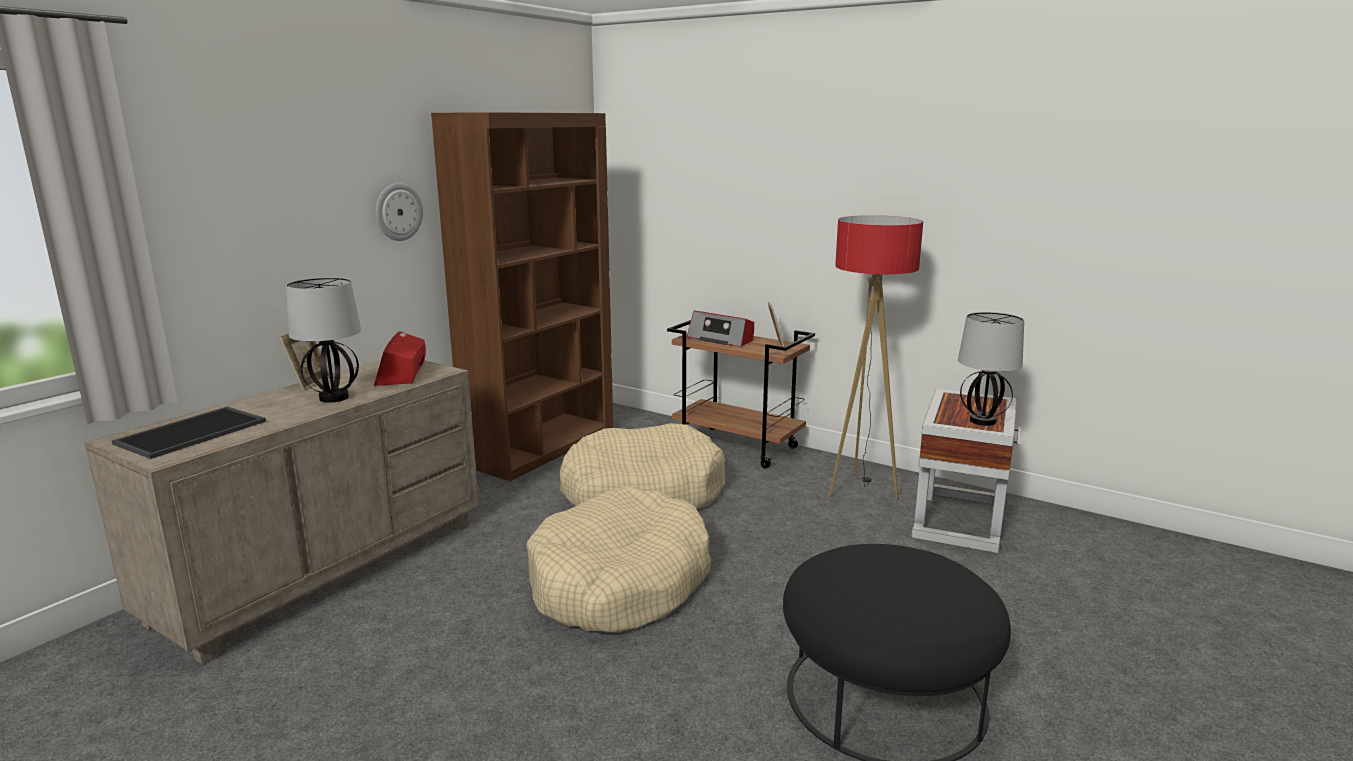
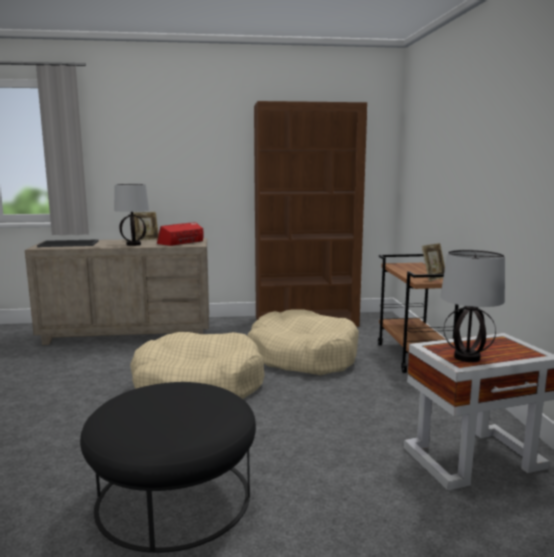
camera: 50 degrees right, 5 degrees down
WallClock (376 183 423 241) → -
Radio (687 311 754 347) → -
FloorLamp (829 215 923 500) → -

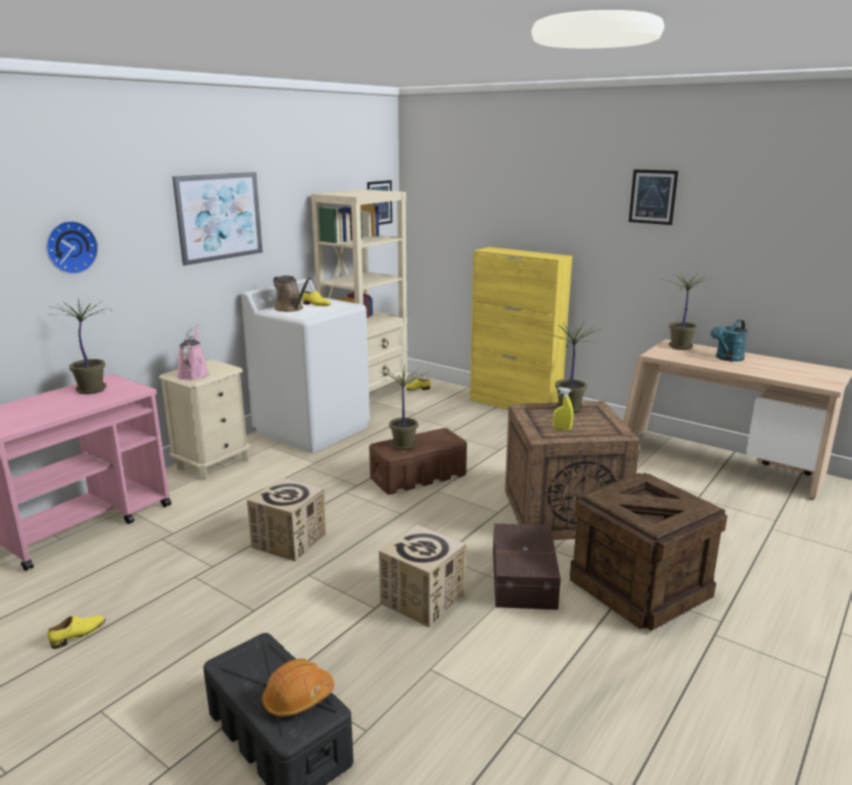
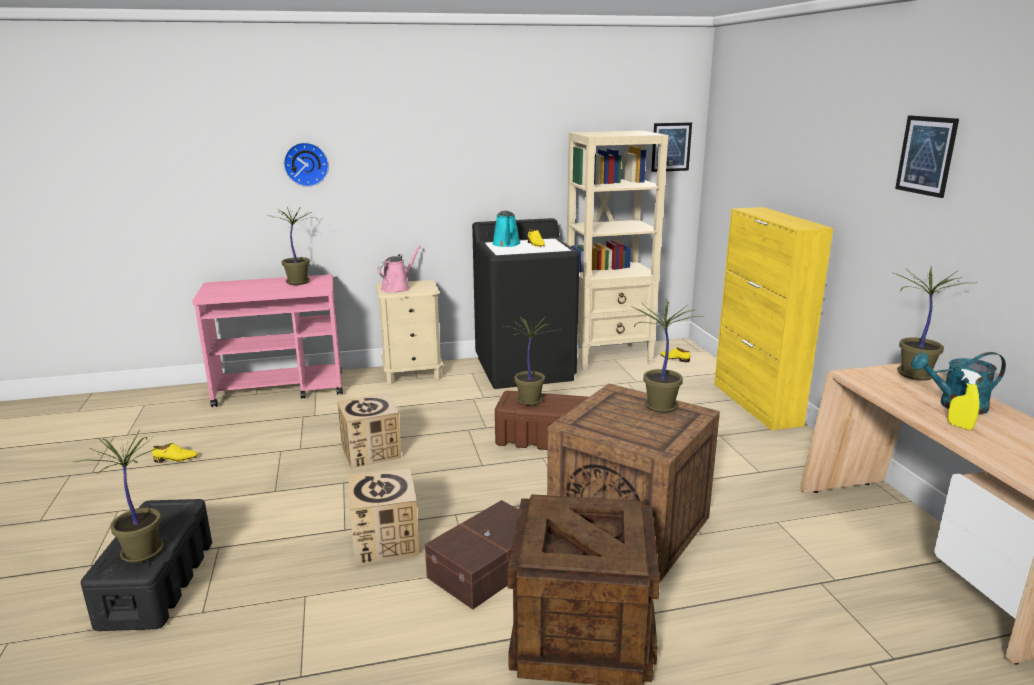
camera: 40 degrees right, 0 degrees up
OrangeHardHat (262 659 334 717) → PottedPlant (76 429 173 563)
WhiteWashingMachine (241 279 370 453) → BlackWashingMachine (472 218 580 389)
BrownWateringCan (273 275 311 312) → TurquoiseWateringCan (492 211 521 247)
YellowSprayBottle (553 388 573 430) → YellowSprayBottle (948 369 981 430), shifted
Picture (172 172 263 266) → -

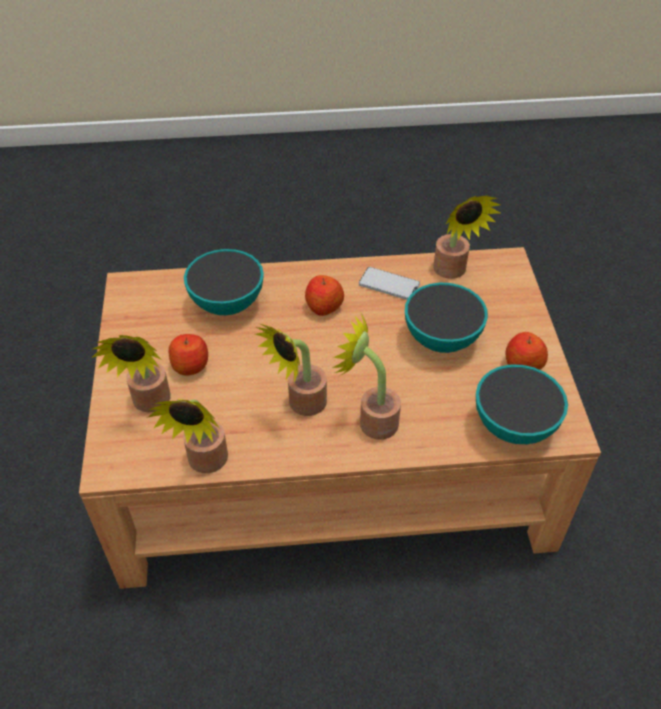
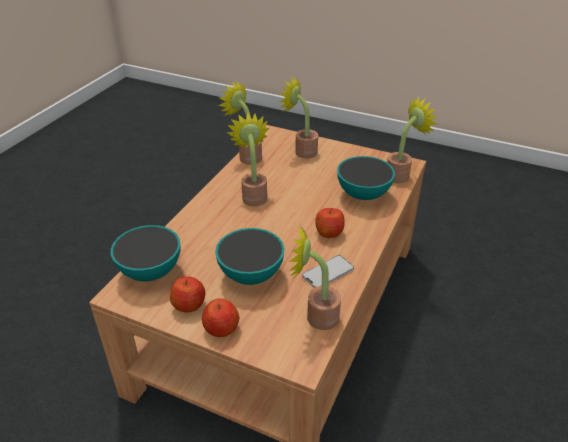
camera: 120 degrees right, 10 degrees down
Apple (169 334 208 375) → Apple (202 298 239 337), shifted
PottedPlant (332 313 401 440) → PottedPlant (387 97 437 183), shifted

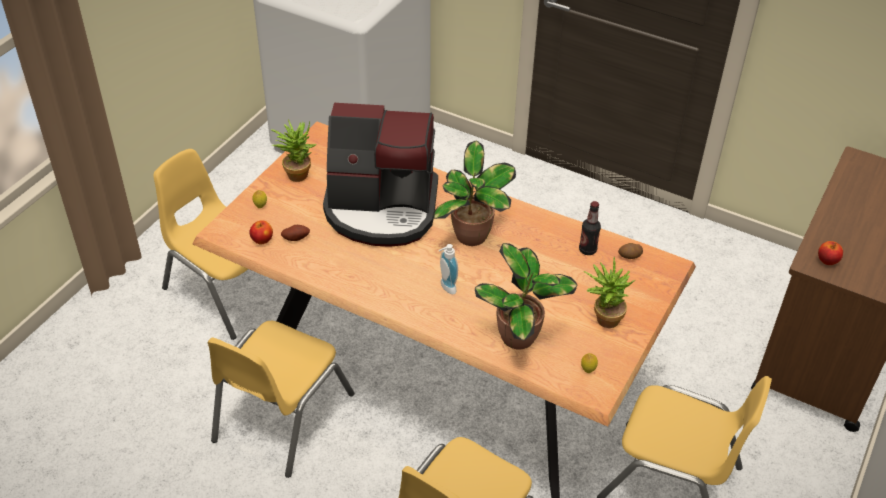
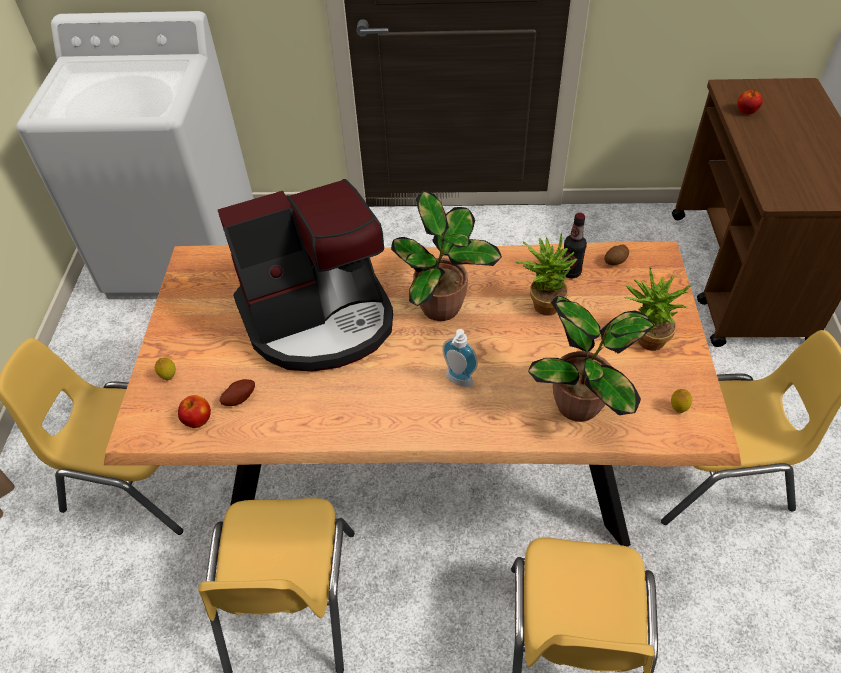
camera: 25 degrees left, 5 degrees up
PottedPlant (271 119 316 182) → PottedPlant (516 232 577 316), shifted
Apple (818 241 843 265) → Apple (738 90 763 115), shifted

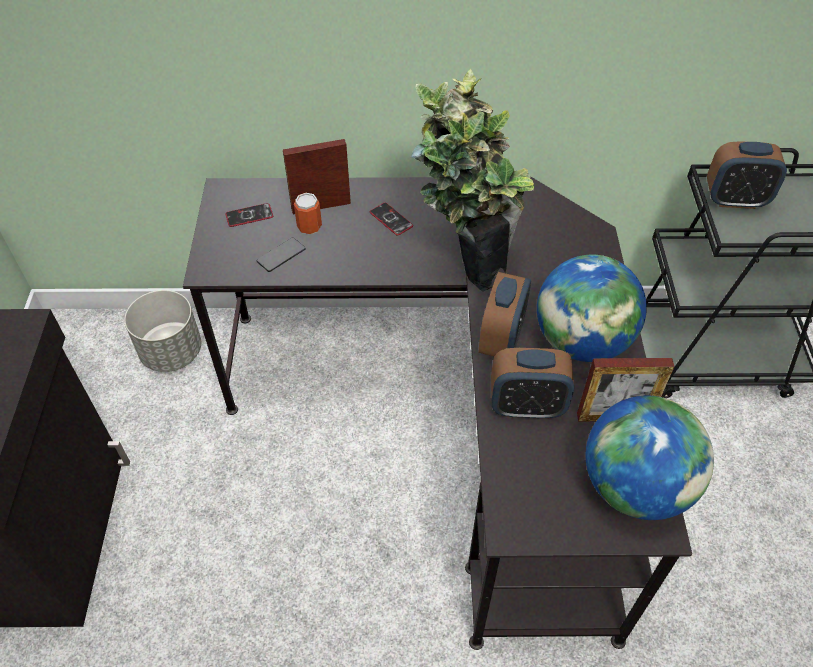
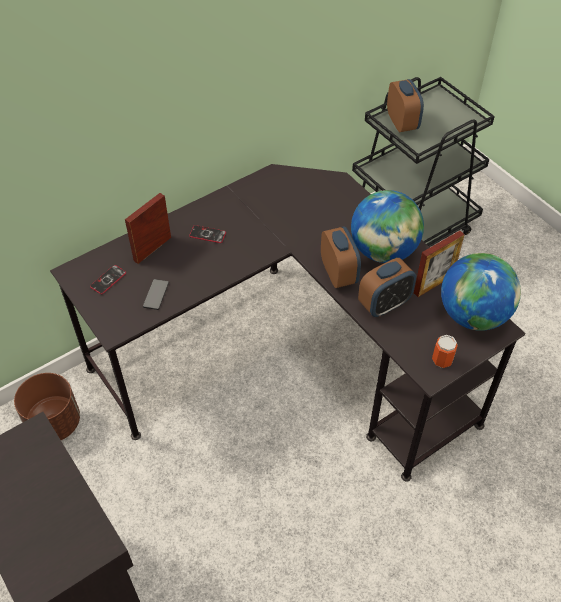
camera: 35 degrees left, 0 degrees up
GreyPlanter (124 290 201 372) → BrownPlanter (14 373 80 440)
AlarmClock (707 141 787 209) → AlarmClock (387 79 424 132), 75 degrees counterclockwise
Can (294 193 322 235) → Can (432 335 458 368), shifted
PottedPlant (411 69 534 291) → -

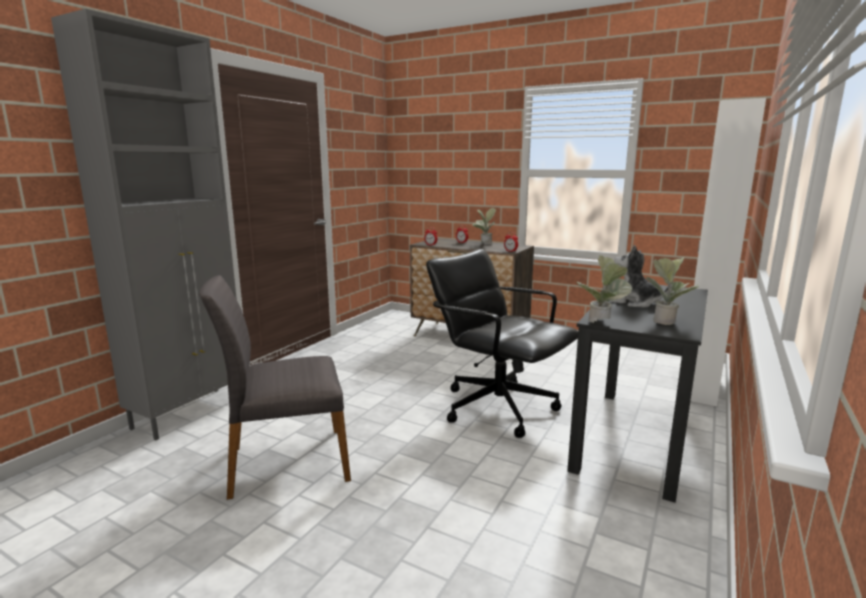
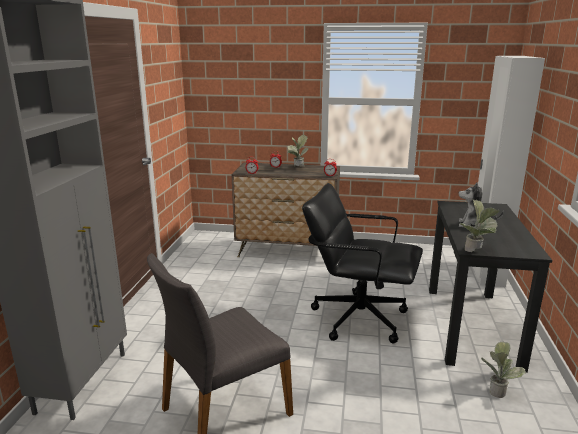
camera: 20 degrees left, 5 degrees up
PottedPlant (646 257 699 325) → PottedPlant (481 342 526 398), shifted

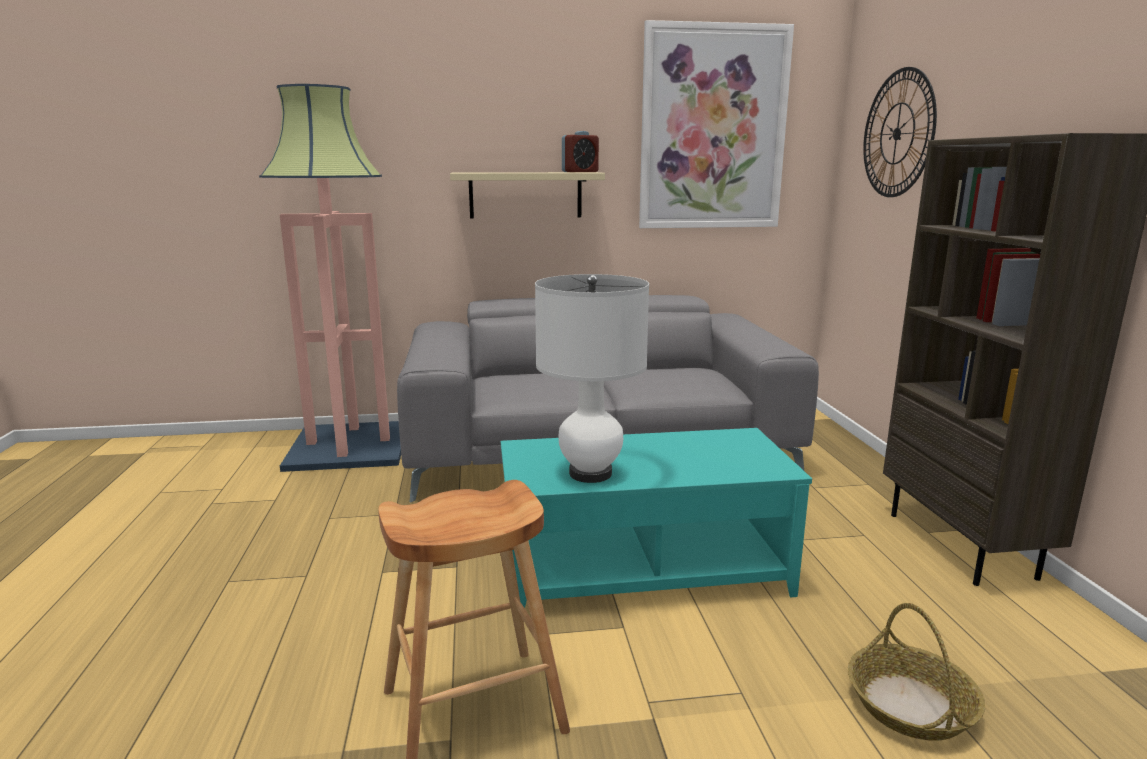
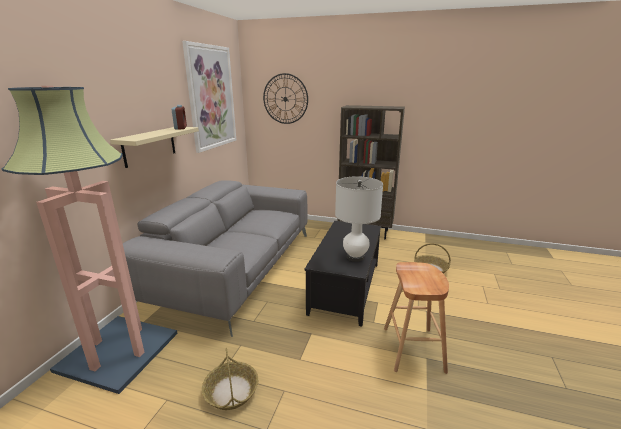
camera: 65 degrees left, 5 degrees up
- → Basket (202 348 258 410)
TurquoiseCoffeeTable (501 428 812 608) → BlackCoffeeTable (305 221 381 327)

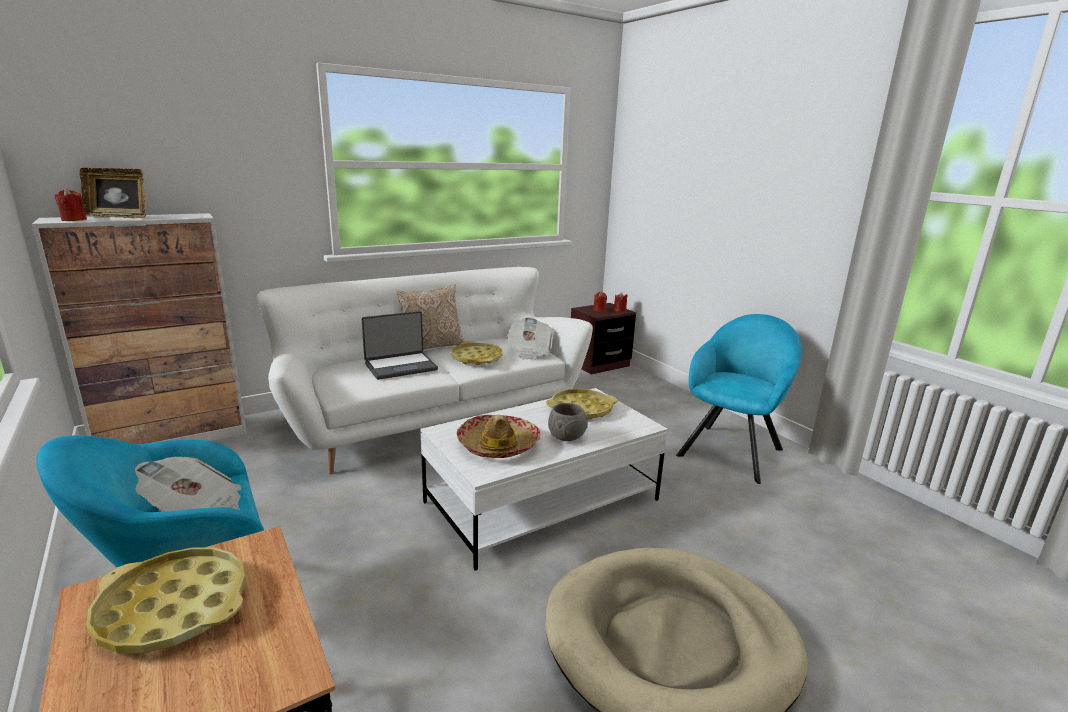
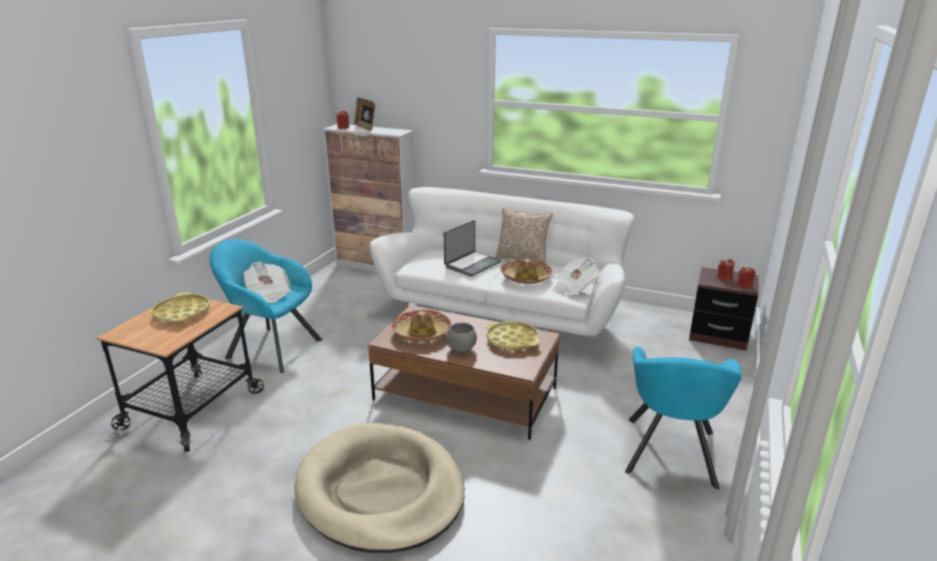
camera: 55 degrees right, 5 degrees up
WhiteCoffeeTable (420 388 668 571) → BrownCoffeeTable (368 305 560 440)
Laptop (362 311 438 380) → Laptop (444 220 501 277), 75 degrees counterclockwise
YellowTray (451 341 503 365) → Hat (501 259 552 284)
TurquoiseArmchair (676 314 802 484) → TurquoiseArmchair (625 347 741 489), 105 degrees clockwise

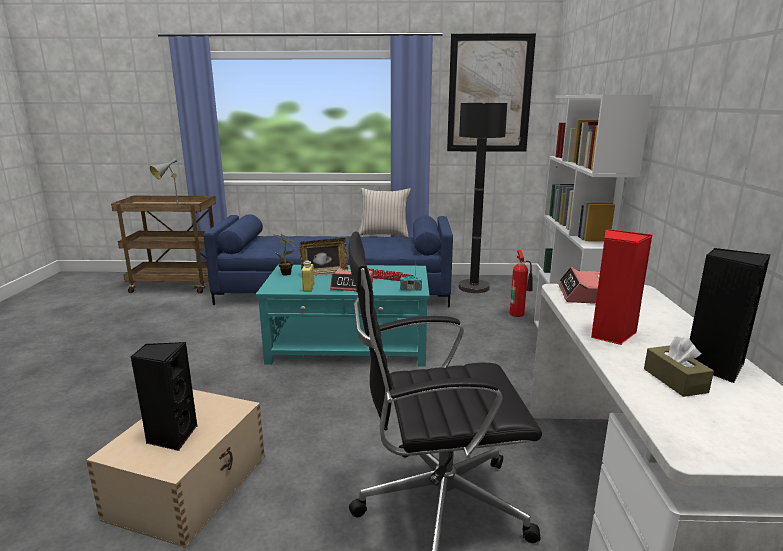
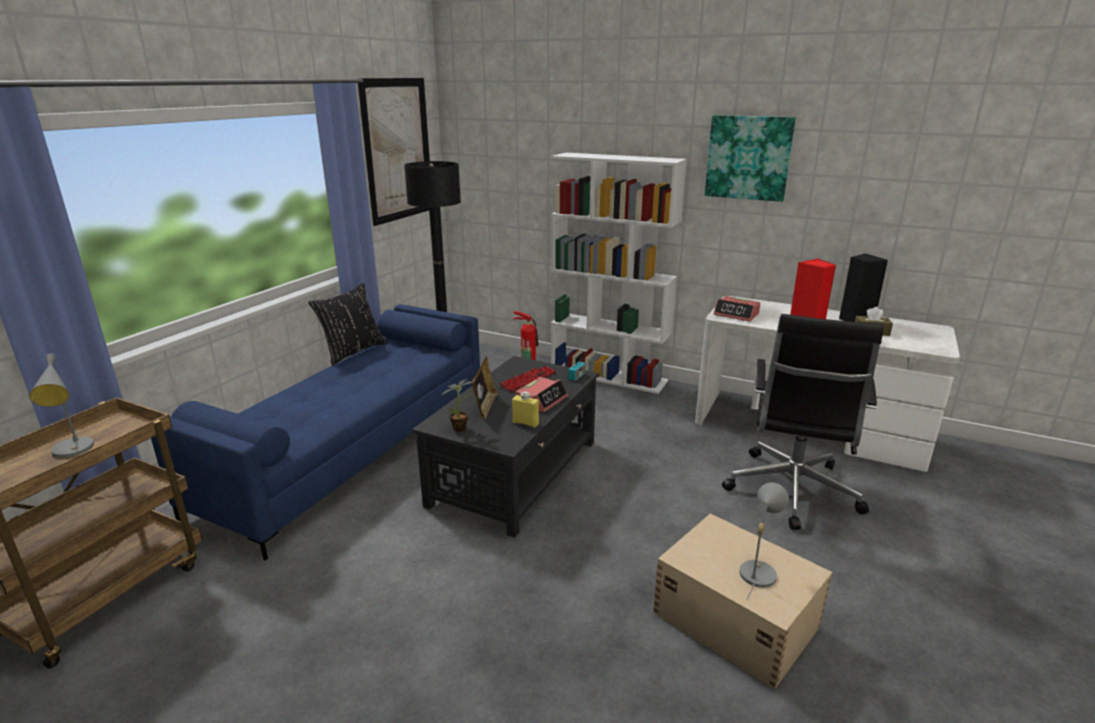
camera: 65 degrees left, 5 degrees up
BeigePillow (358 188 411 238) → BlackPillow (308 283 386 366)
TurquoiseCoffeeTable (256 265 430 367) → BlackCoffeeTable (412 356 599 538)
- → Picture (705 115 796 202)
BlackSpeaker (130 342 197 451) → GreyTableLamp (740 483 789 599)

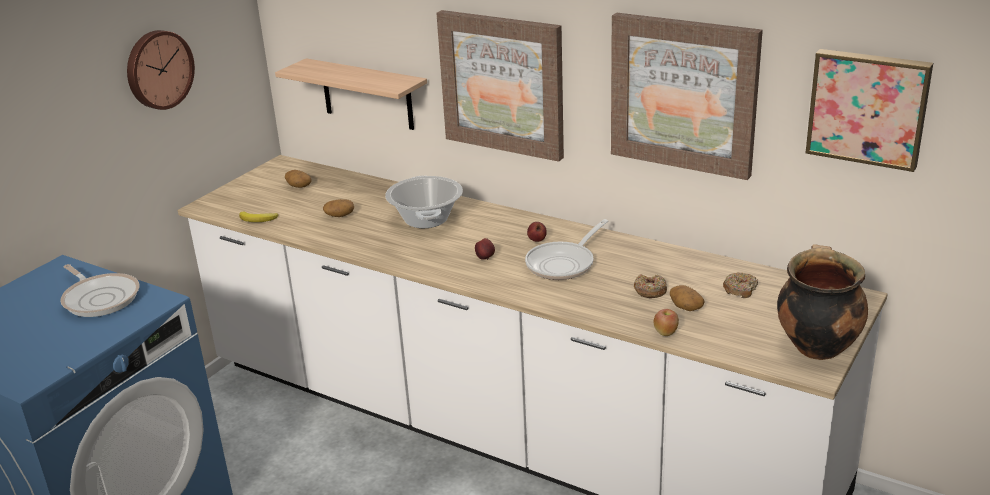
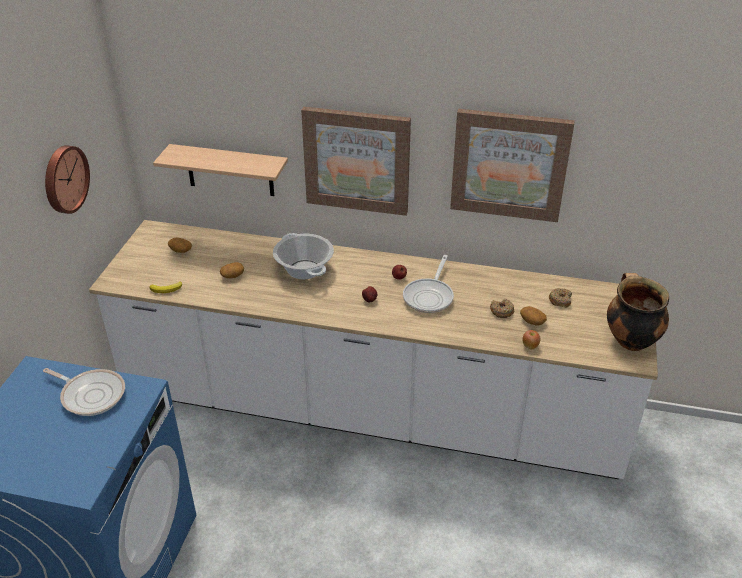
camera: 20 degrees left, 10 degrees up
Picture (806 49 933 172) → -

